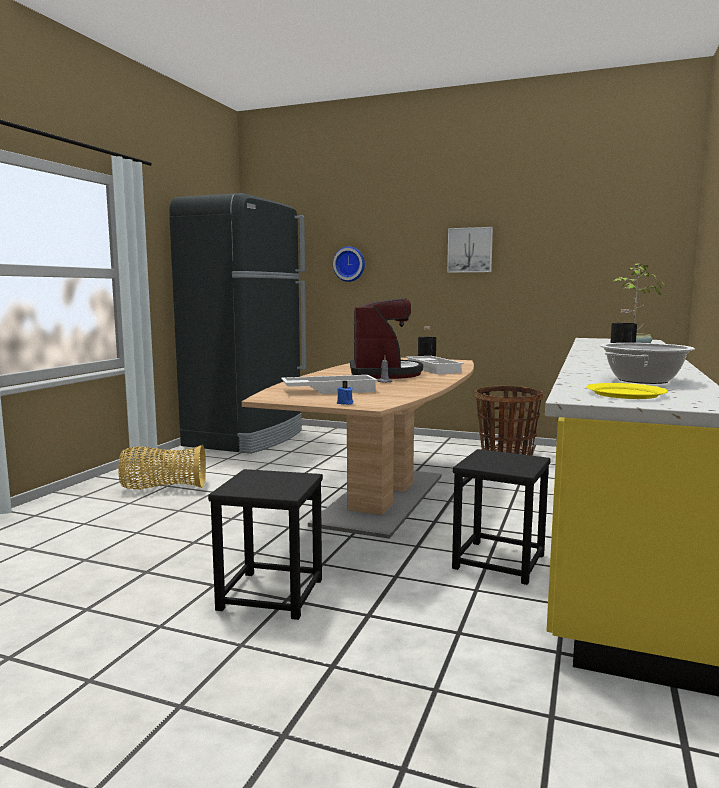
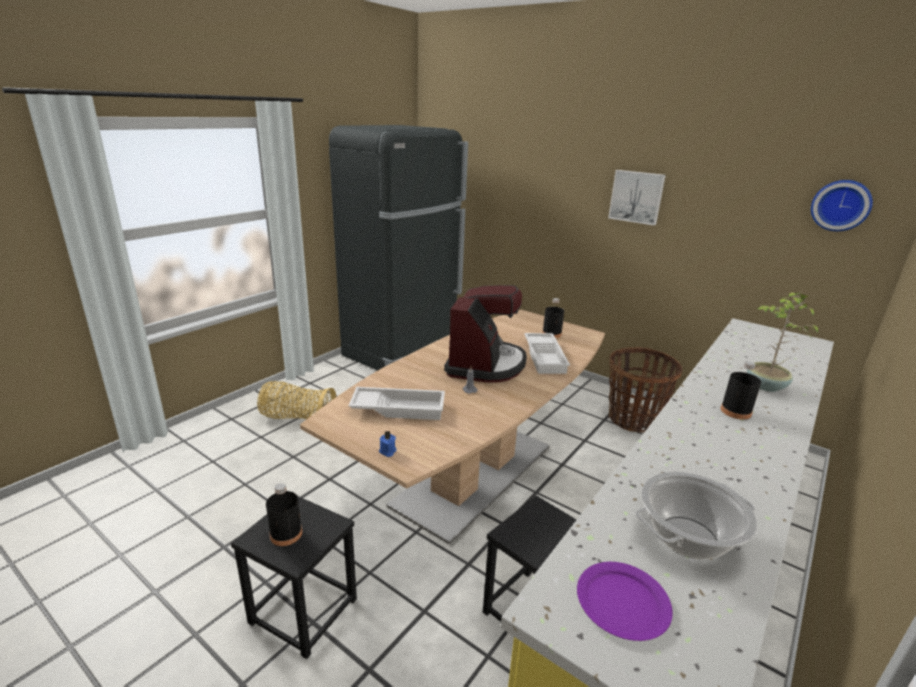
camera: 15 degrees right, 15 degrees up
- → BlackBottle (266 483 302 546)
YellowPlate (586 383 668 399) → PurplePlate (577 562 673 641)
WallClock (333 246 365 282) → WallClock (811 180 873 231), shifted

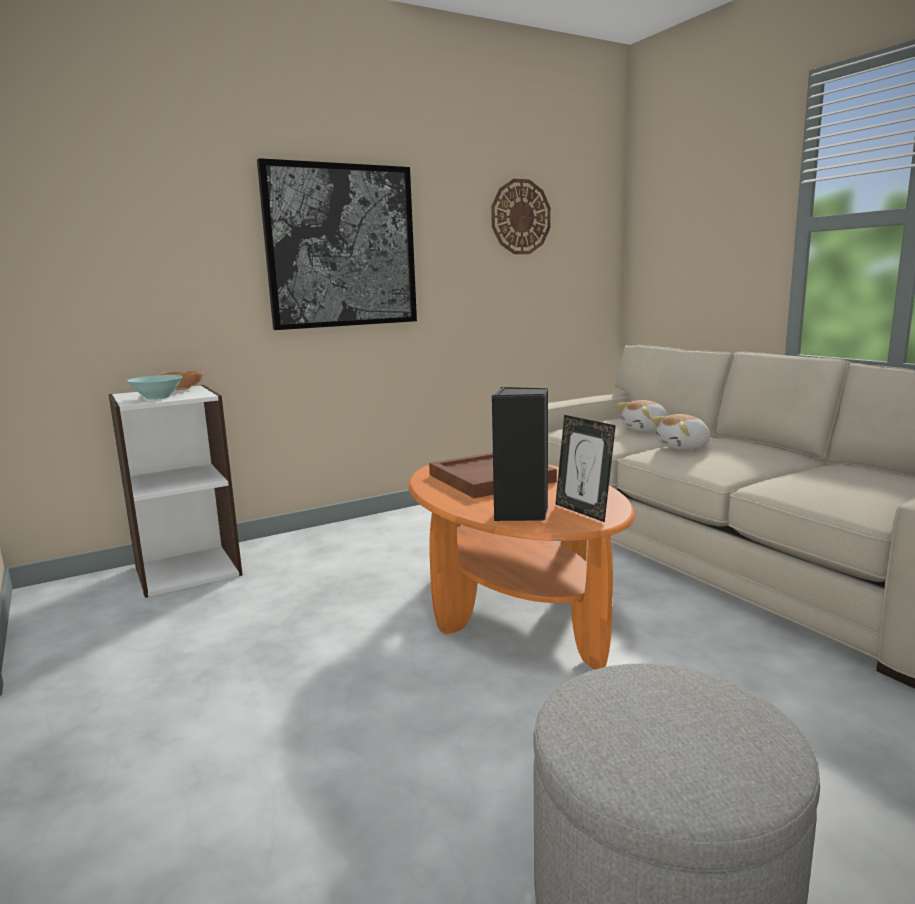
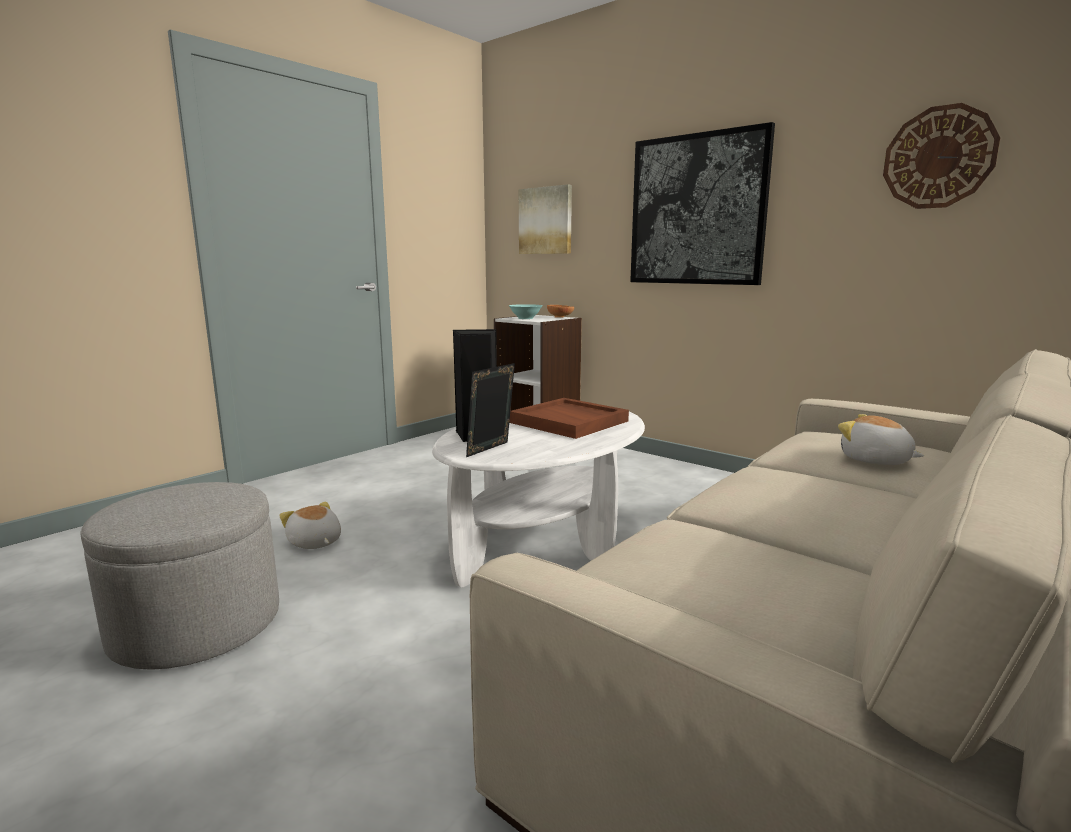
camera: 70 degrees right, 0 degrees up
PlushToy (651 414 711 450) → PlushToy (279 502 341 549), shifted
OrangeCoffeeTable (408 465 635 670) → WhiteCoffeeTable (432 412 645 587)
- → Picture (519 184 572 254)

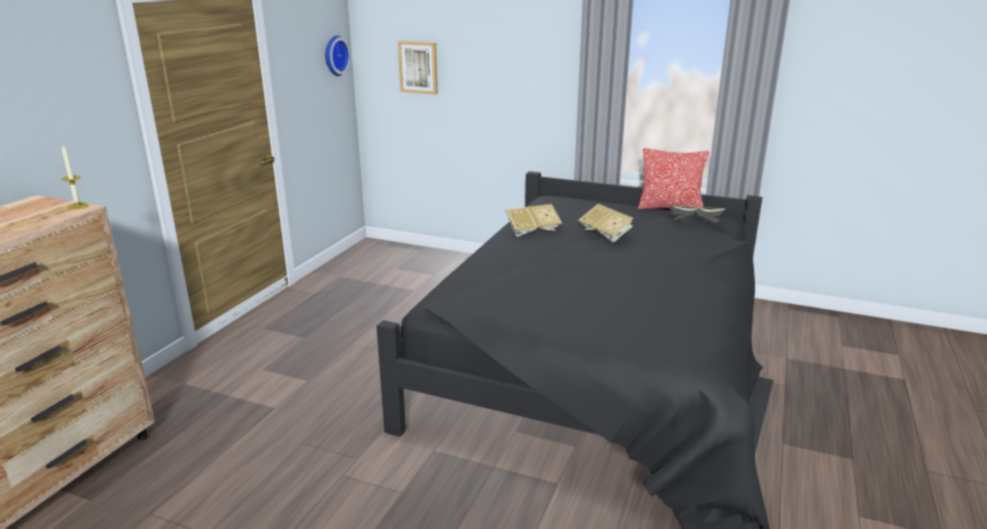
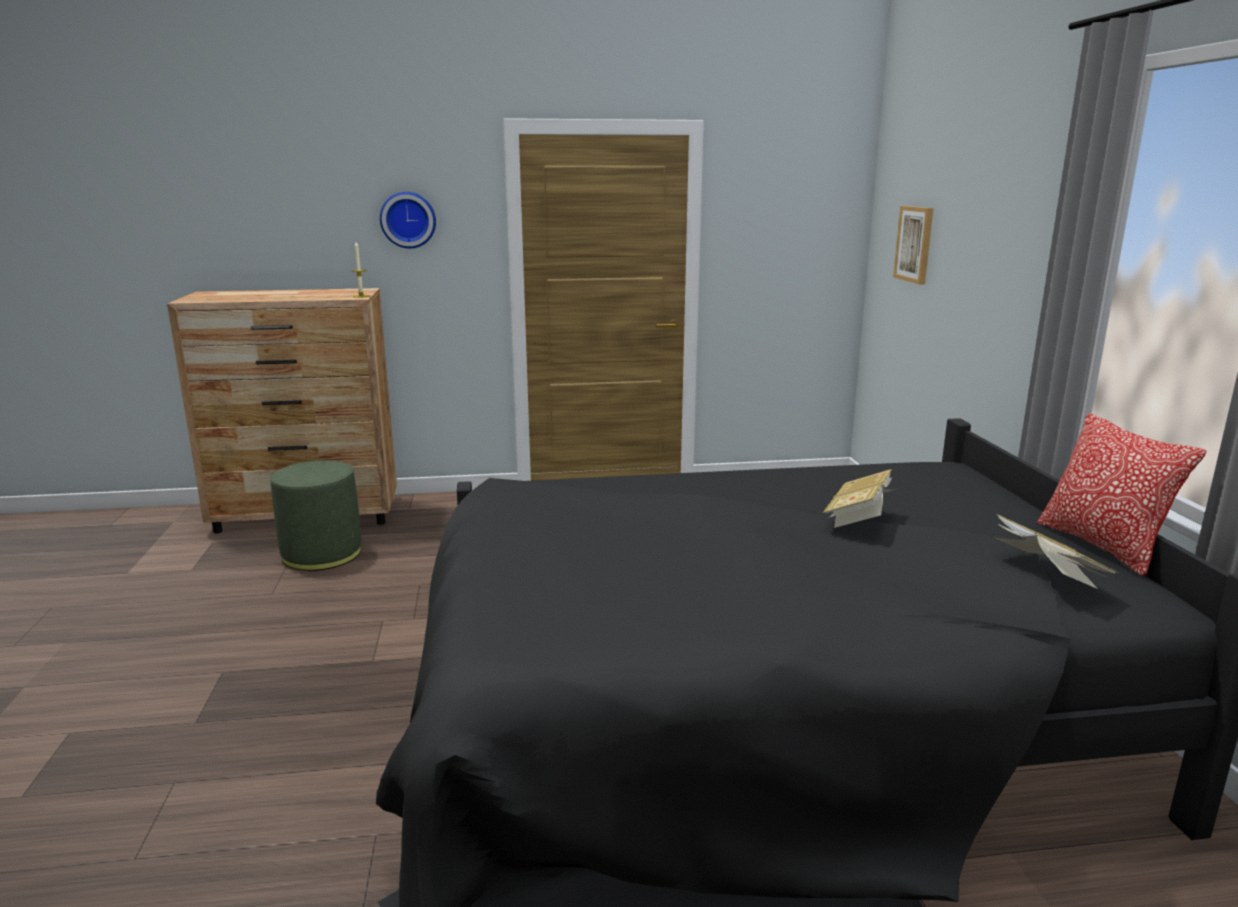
camera: 60 degrees right, 5 degrees down
- → GreenOttoman (270 460 362 571)
WallClock (325 35 351 76) → WallClock (380 192 436 249), shifted
Book (505 204 563 237) → -

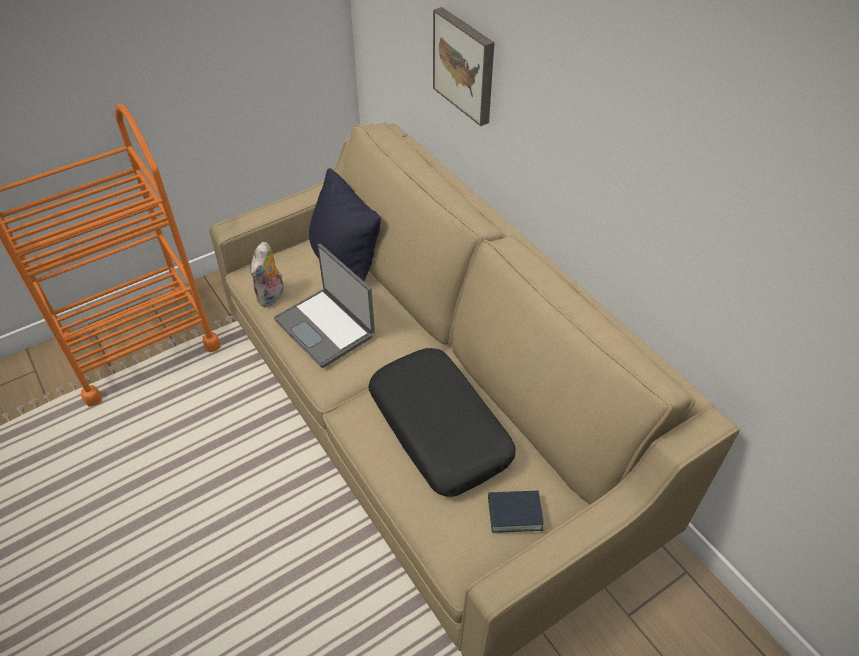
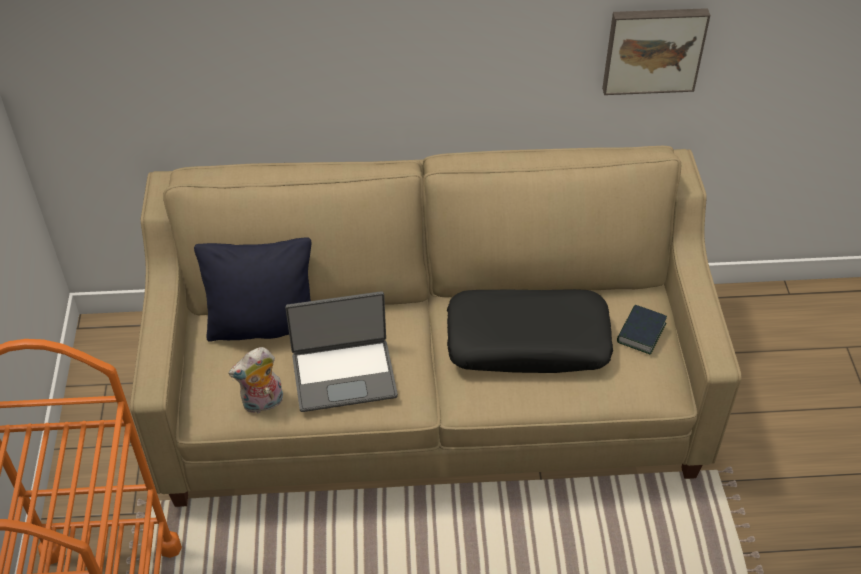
camera: 60 degrees left, 0 degrees up
PlushToy (250 242 284 307) → PlushToy (229 347 283 414), 105 degrees clockwise
Picture (433 7 494 126) → Picture (602 8 710 95), shifted

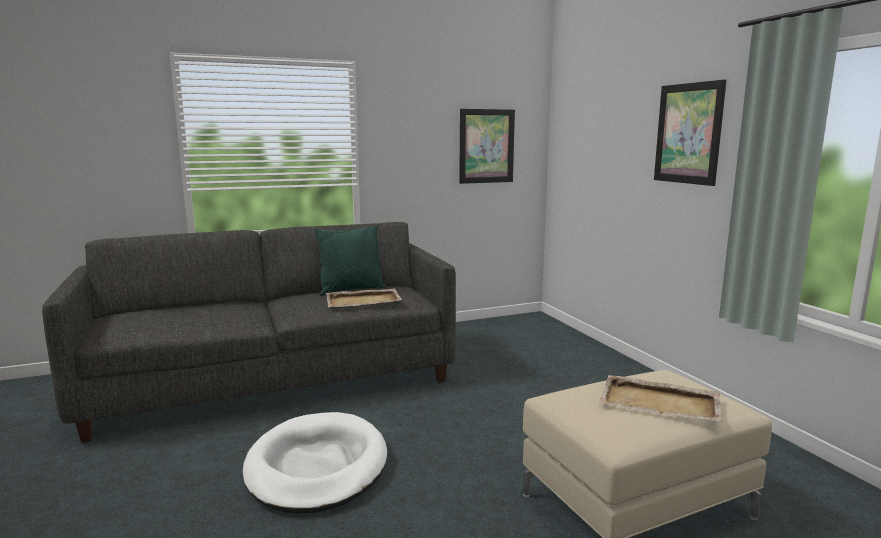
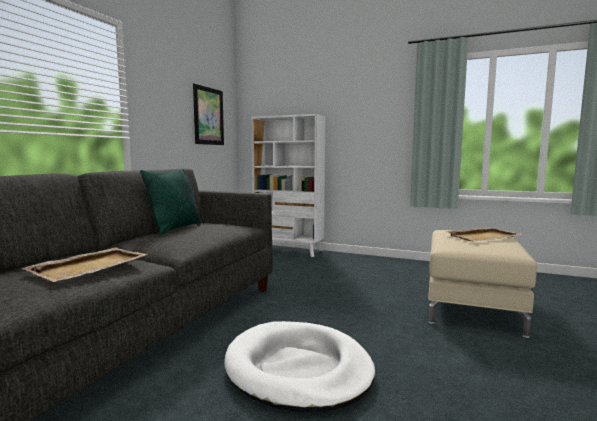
camera: 45 degrees left, 5 degrees down
BeigeTray (326 289 402 307) → BeigeTray (21 247 148 282), shifted
- → WhiteBookcase (251 114 326 257)
Picture (654 79 727 186) → -

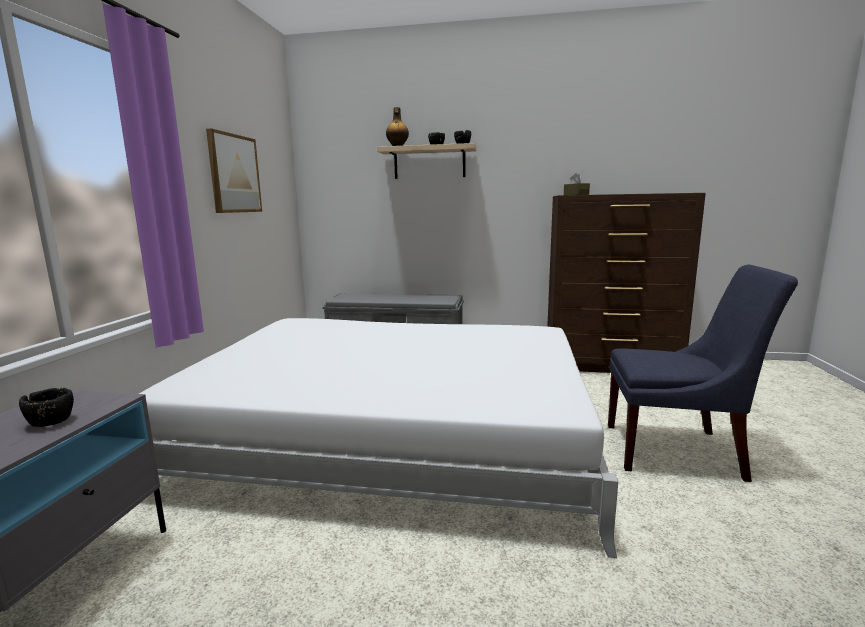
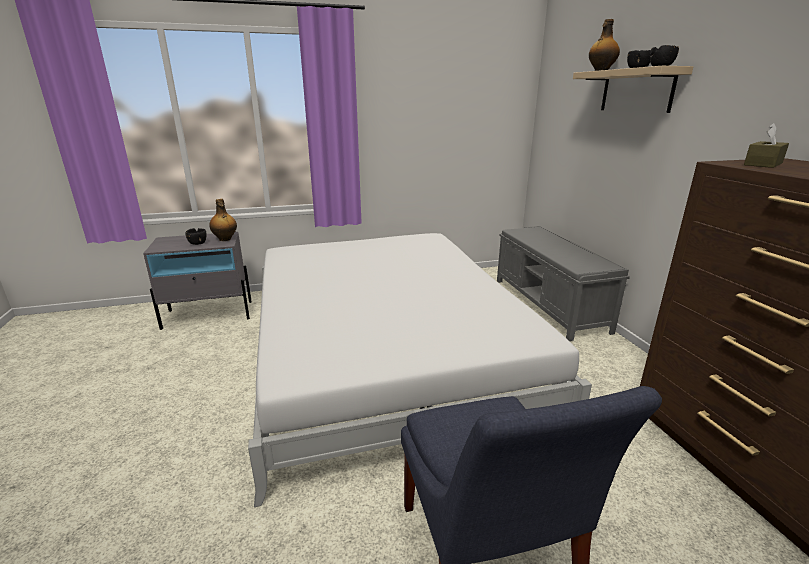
camera: 65 degrees right, 10 degrees up
- → Bottle (209 199 237 241)
Picture (206 128 262 213) → -

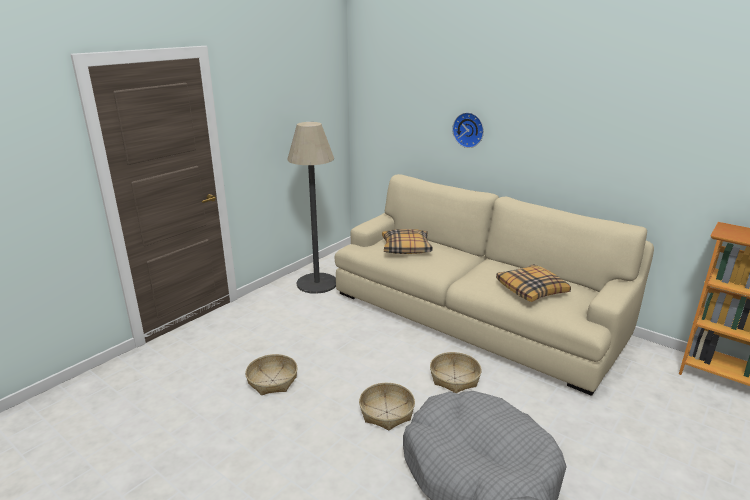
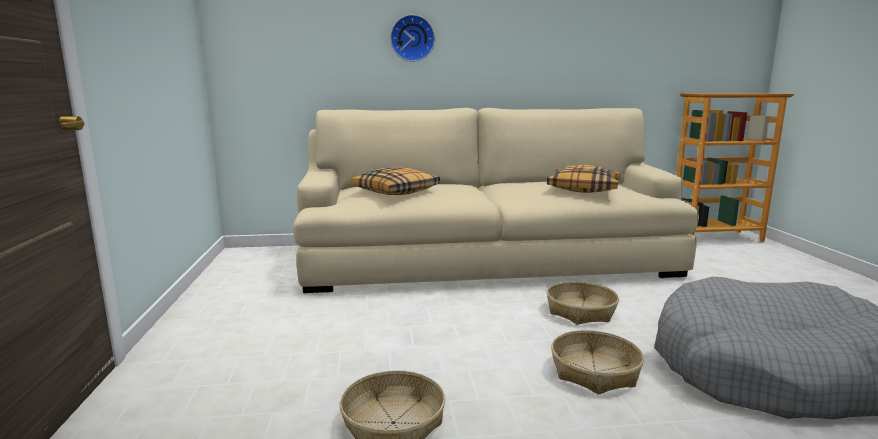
camera: 45 degrees left, 10 degrees down
FloorLamp (287 122 336 294) → -

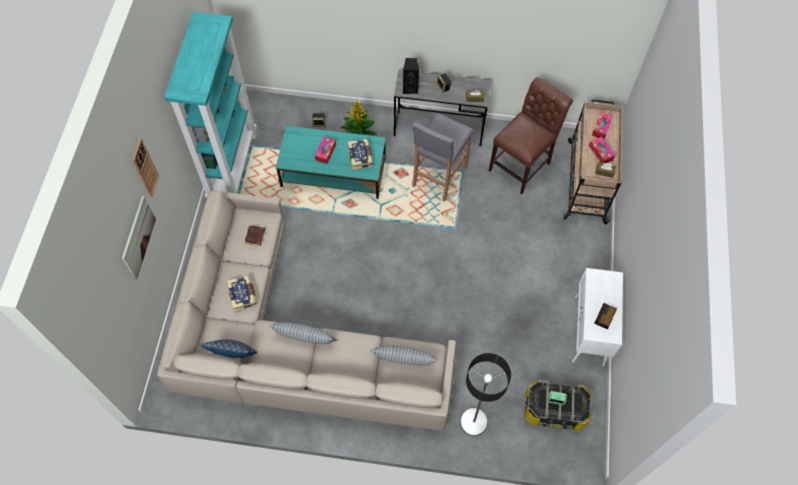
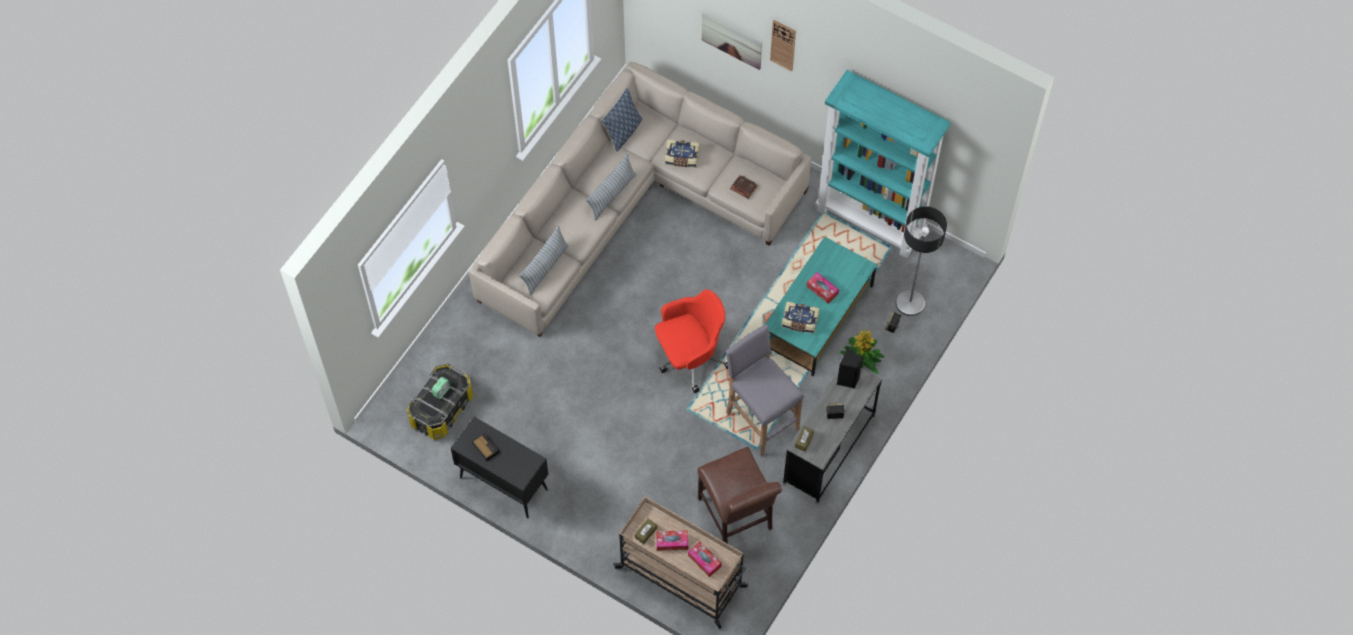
camera: 115 degrees right, 0 degrees up
WhiteCabinet (572 268 623 366) → BlackCabinet (451 417 548 518)
- → RedOfficeChair (655 289 728 393)
FloorLamp (460 353 511 436) → FloorLamp (896 206 947 316), shifted

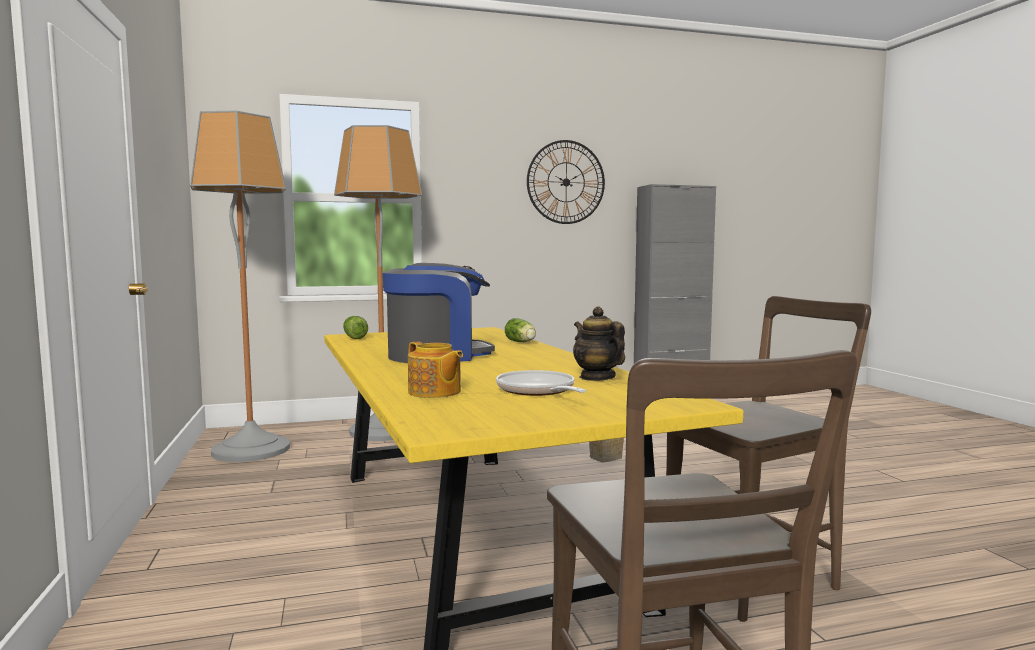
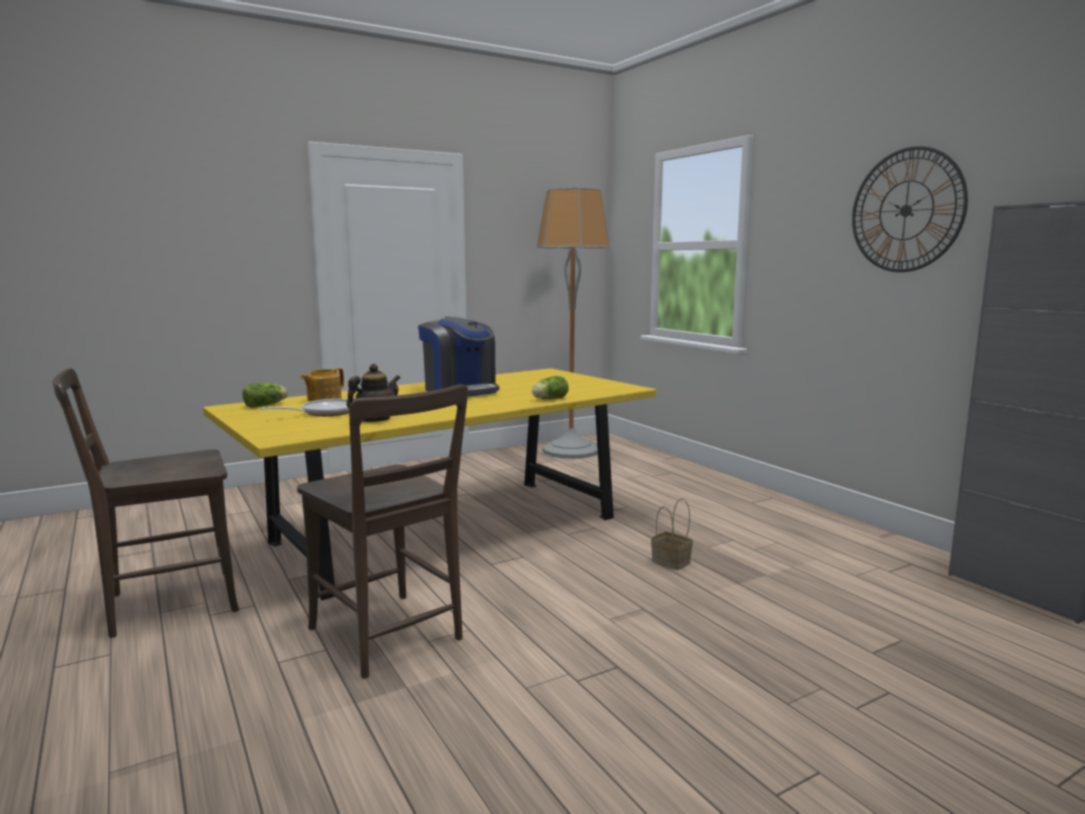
camera: 75 degrees right, 5 degrees up
Lettuce (343 316 368 339) → Lettuce (242 383 288 408), shifted
FloorLamp (334 125 422 441) → -

